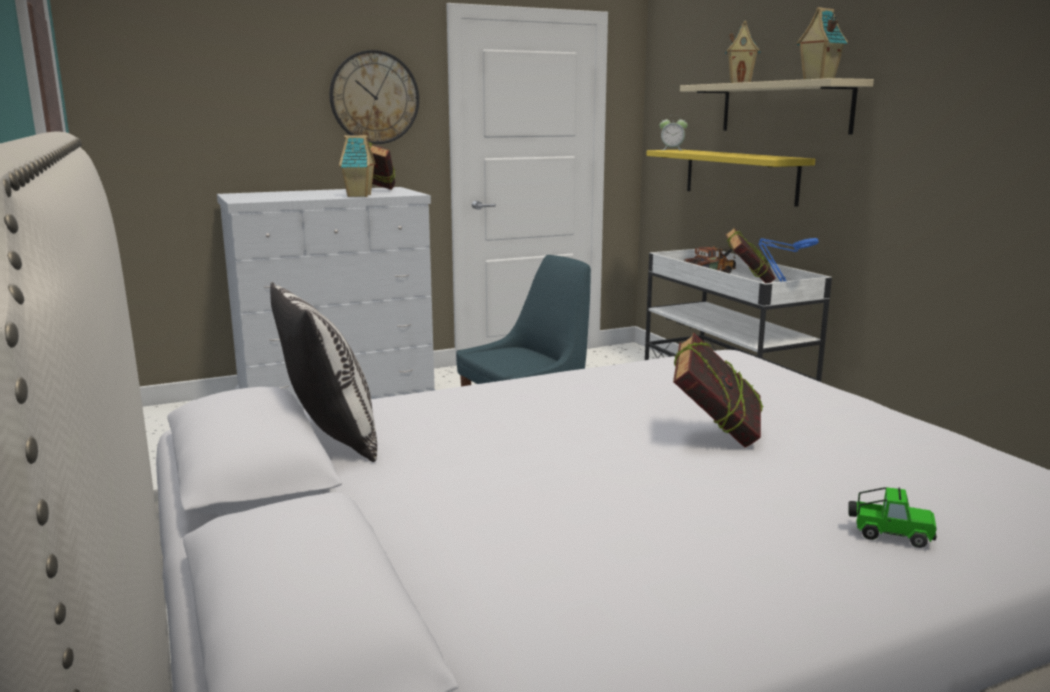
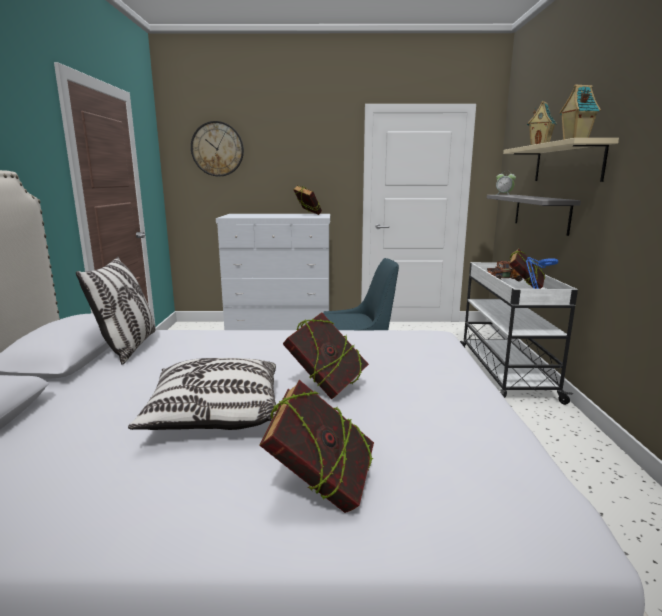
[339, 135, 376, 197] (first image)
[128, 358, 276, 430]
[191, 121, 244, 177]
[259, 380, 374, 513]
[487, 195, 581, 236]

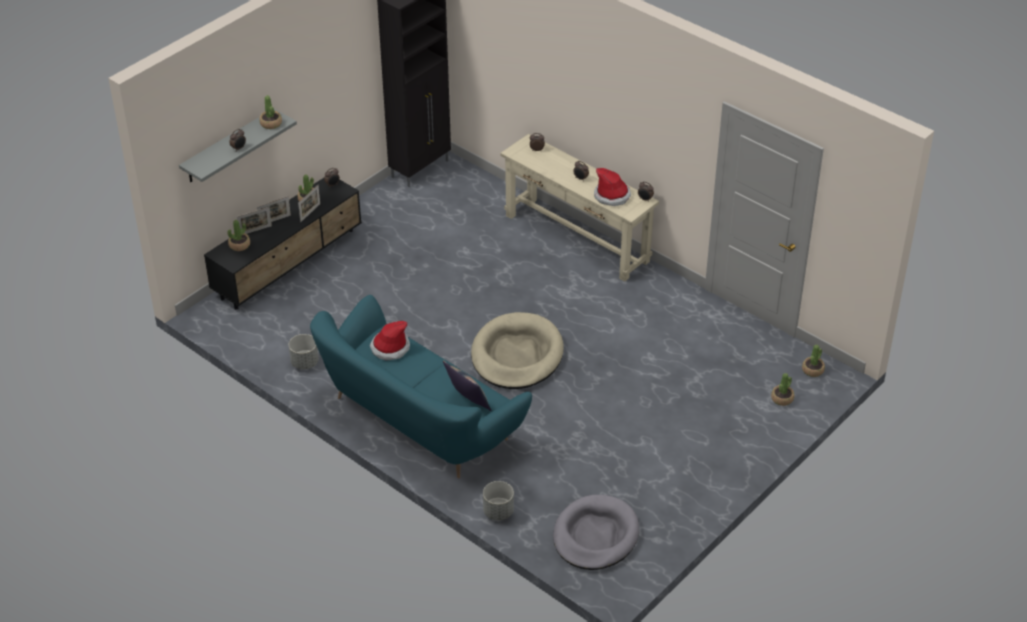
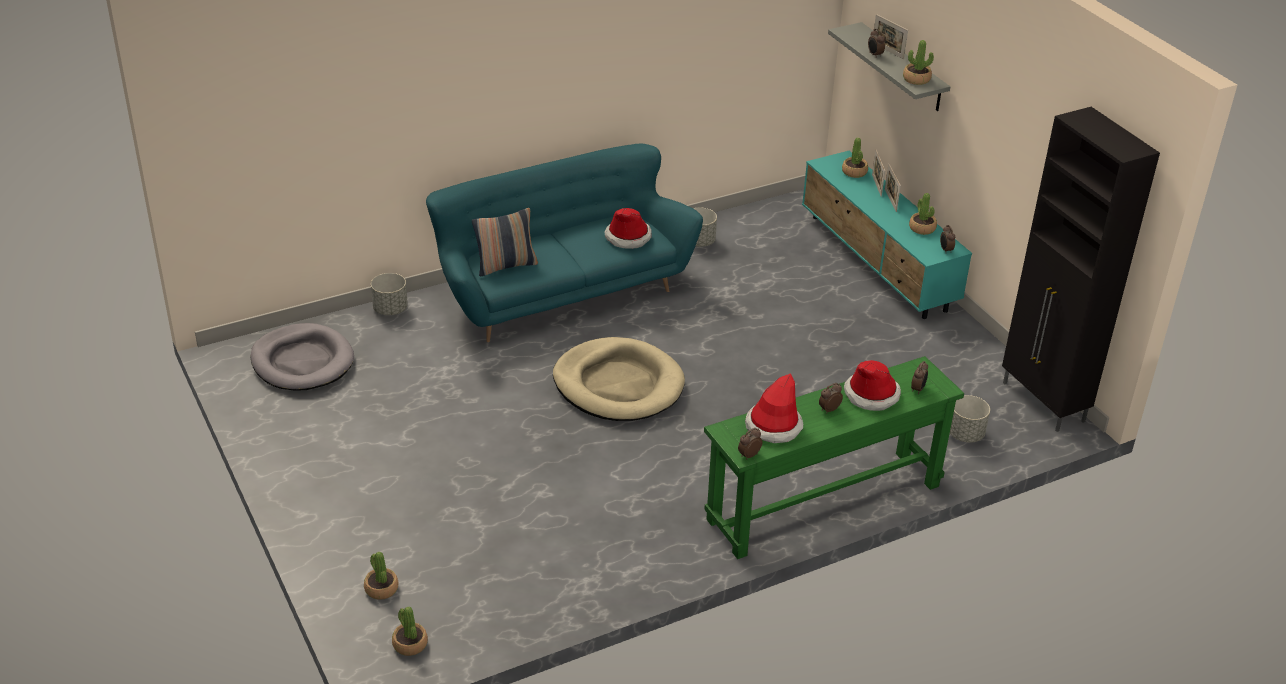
[844, 360, 901, 411]
[950, 395, 990, 443]
[874, 14, 908, 59]
[802, 151, 972, 319]
[704, 356, 964, 559]

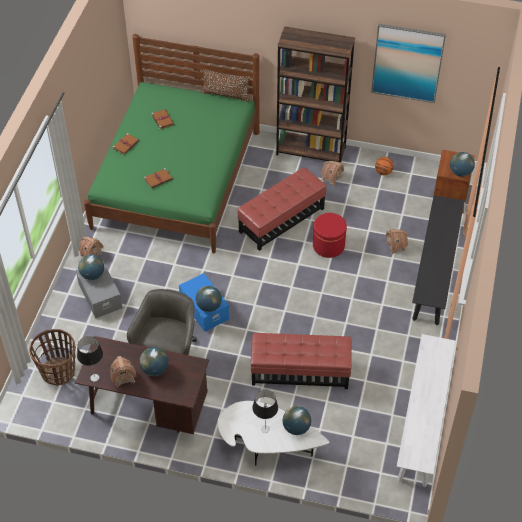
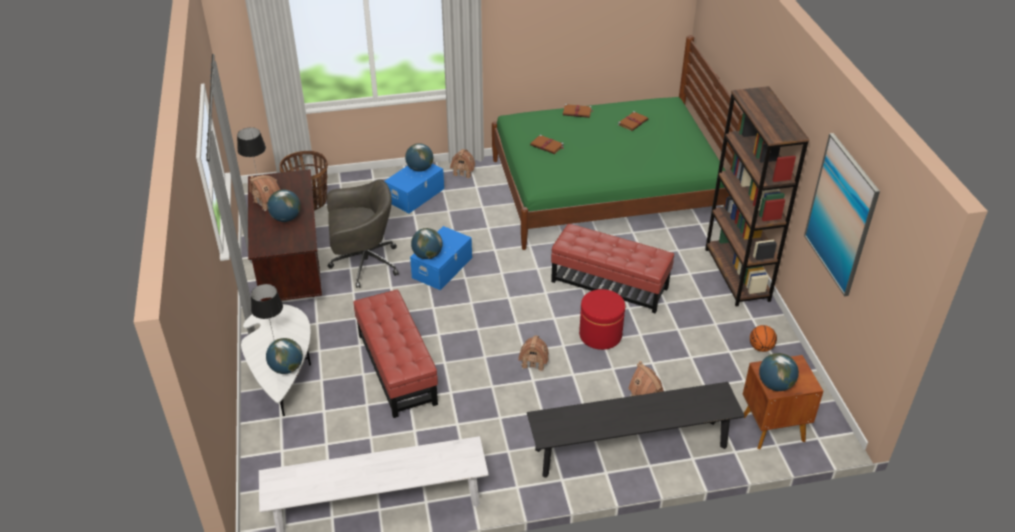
[202, 69, 250, 102] (first image)
[518, 335, 549, 372]
[384, 163, 444, 213]

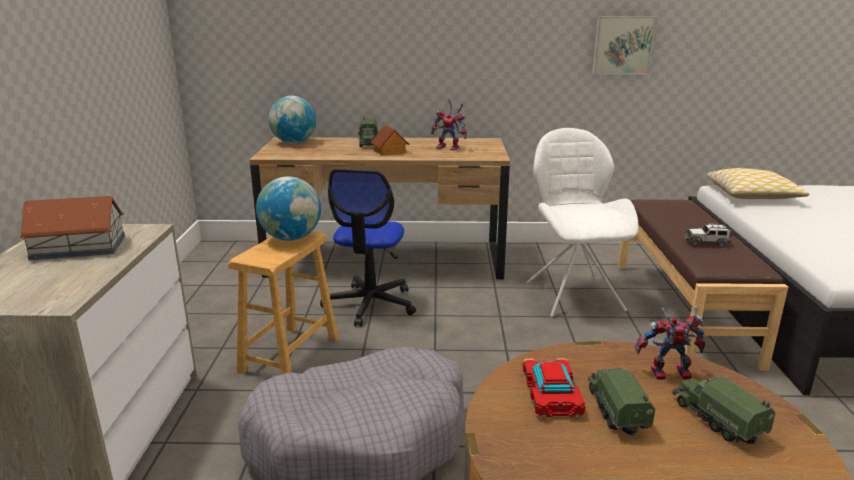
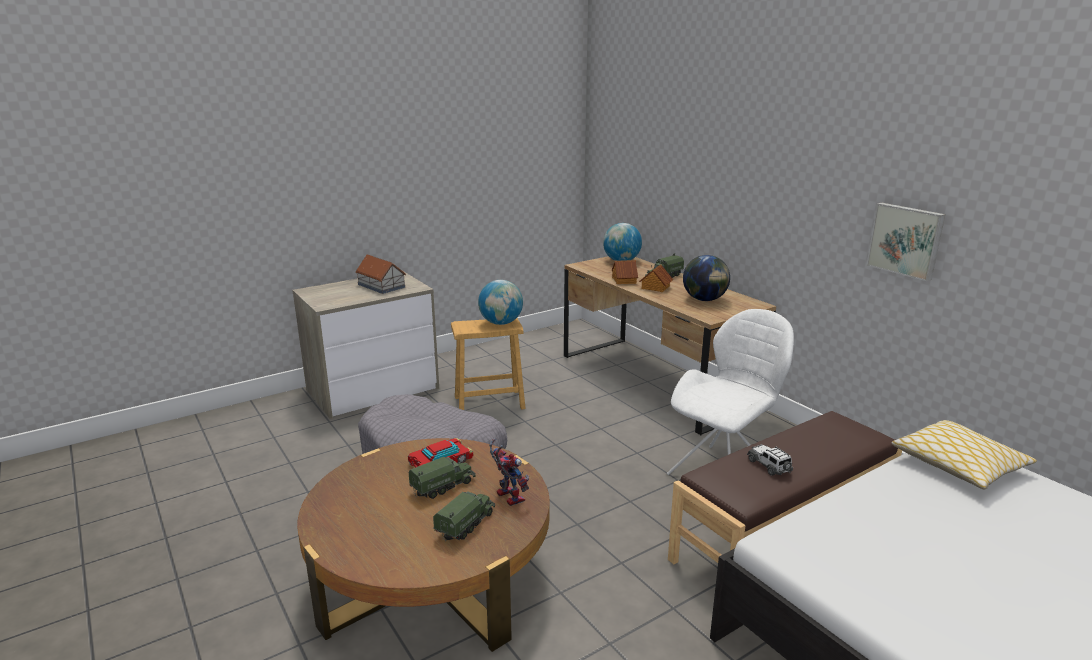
[320, 169, 416, 327] (first image)
[612, 260, 638, 284]
[683, 255, 730, 301]

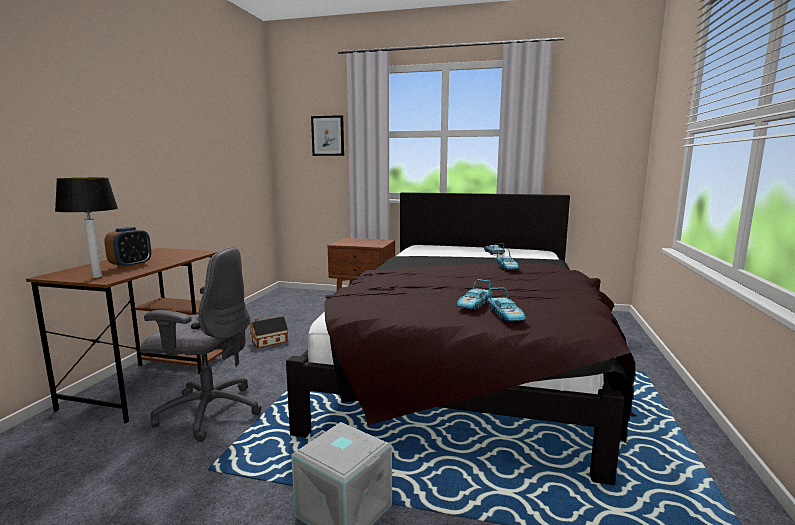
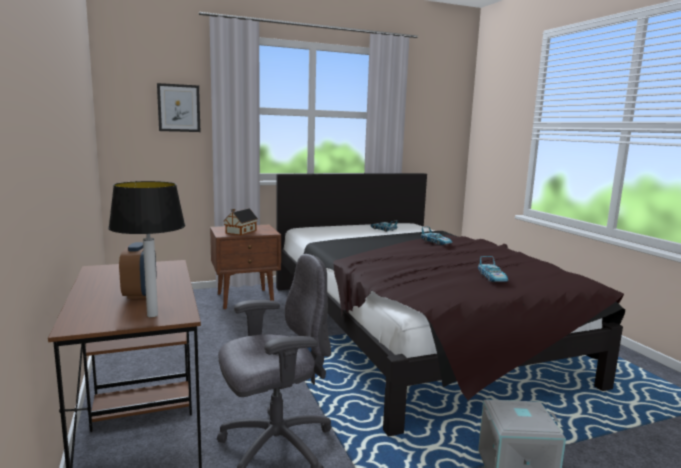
[487, 287, 526, 322] (first image)
[223, 208, 258, 235]

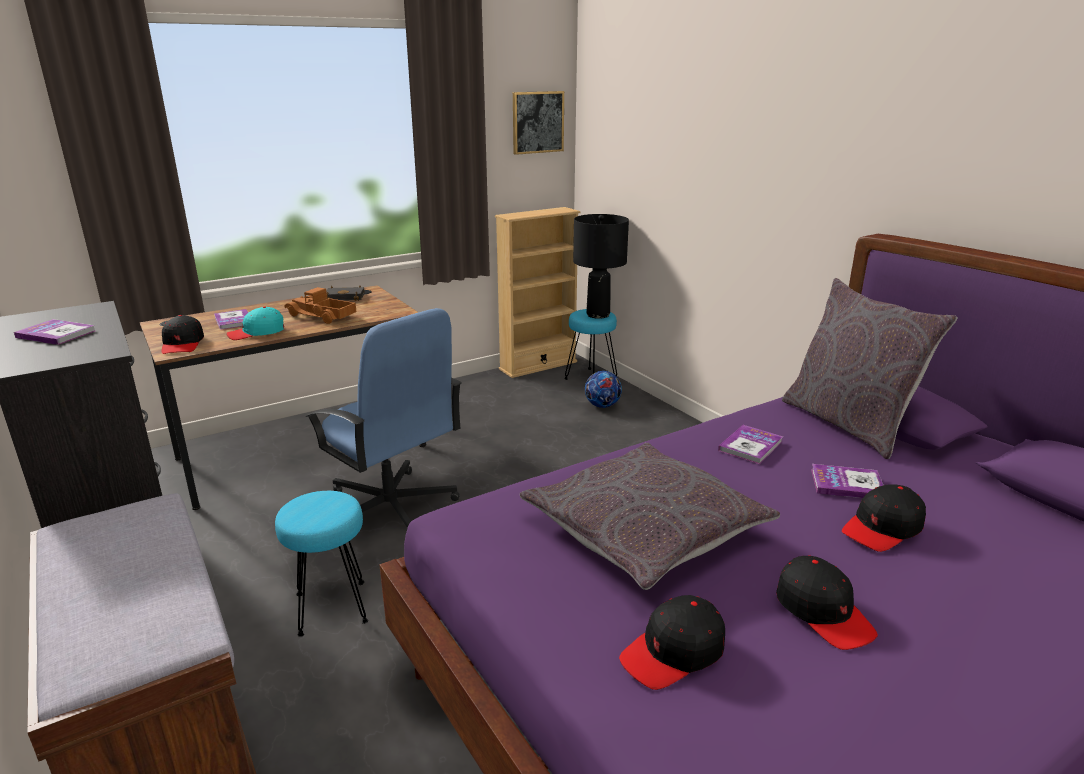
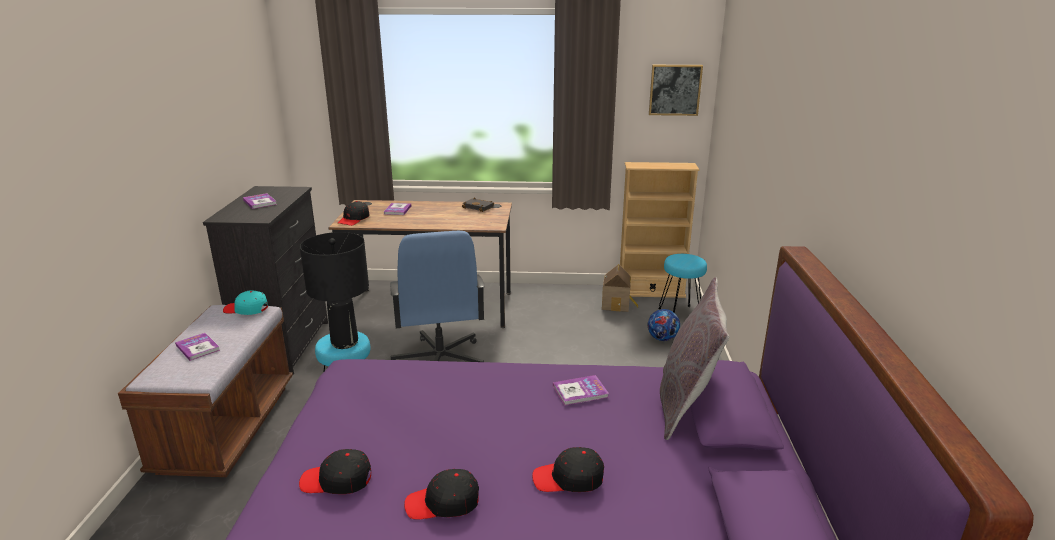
[285, 287, 356, 324] (first image)
[520, 443, 780, 590] (first image)
[602, 264, 638, 312]
[223, 290, 268, 315]
[300, 232, 369, 349]
[175, 333, 220, 361]
[404, 469, 479, 520]

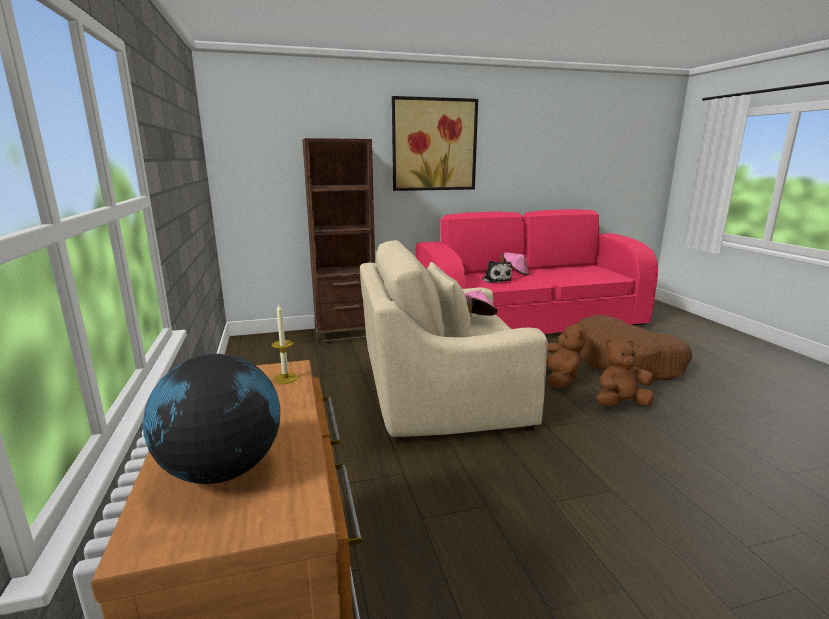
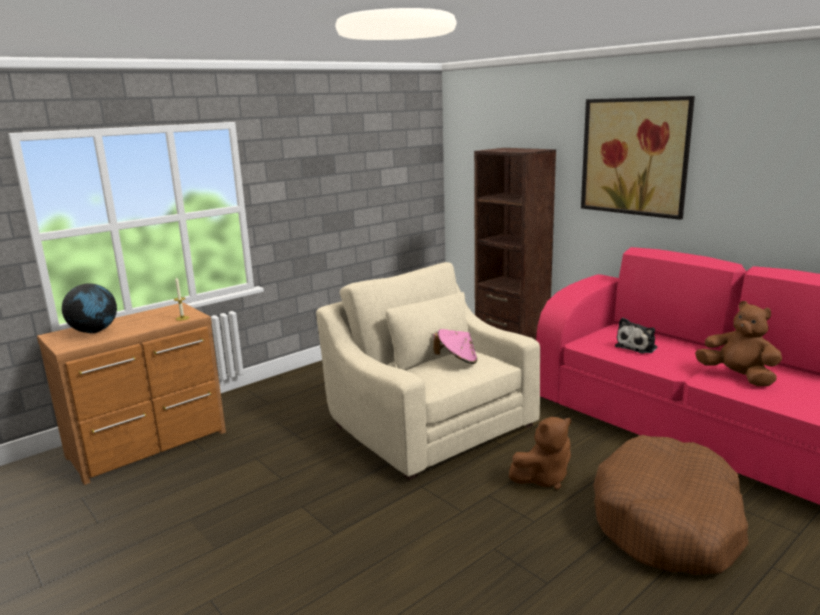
[500, 252, 529, 275] (first image)
[695, 301, 782, 386]

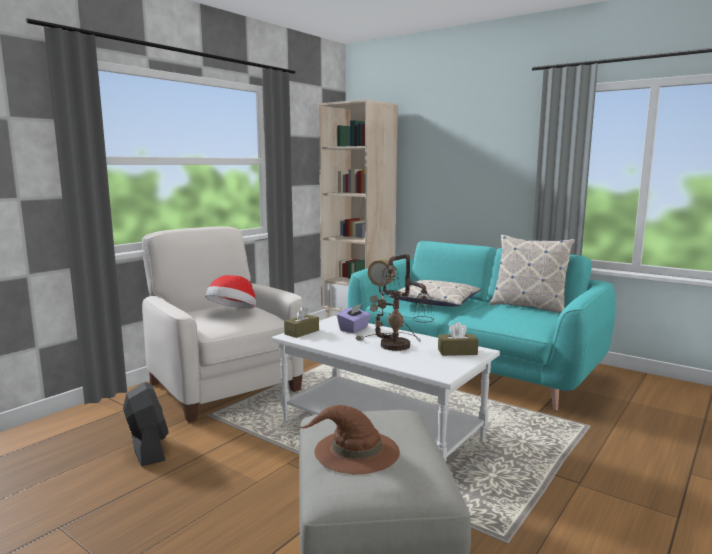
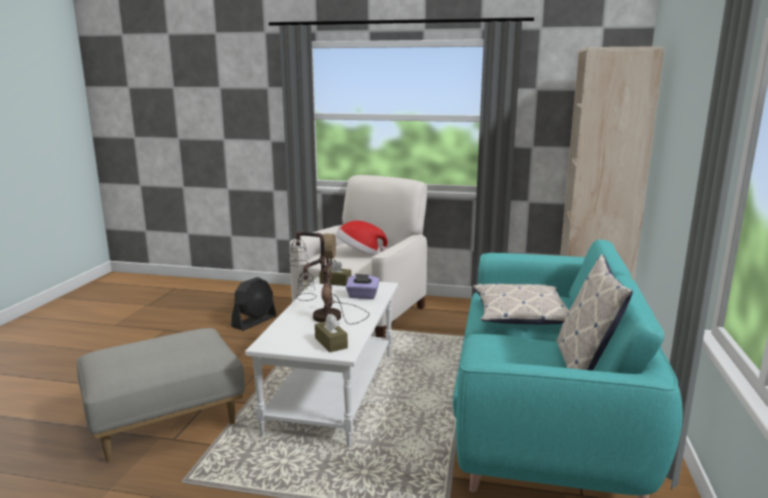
[299, 405, 400, 474] (first image)

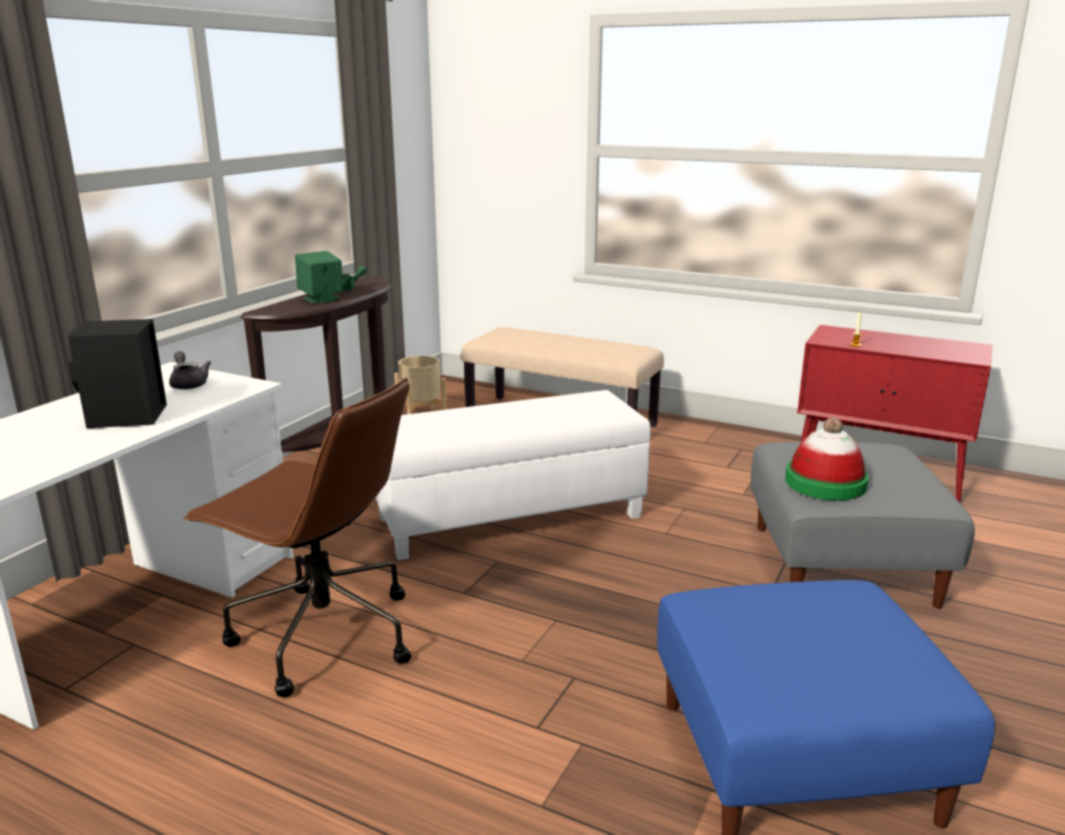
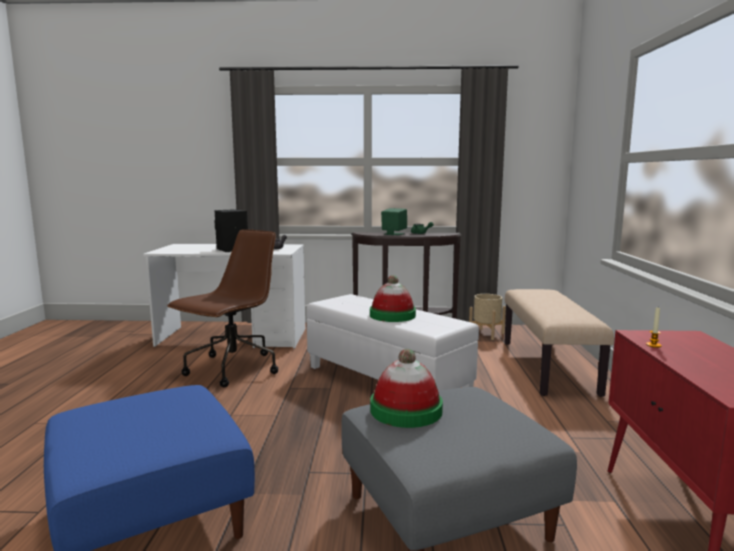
[370, 275, 416, 322]
[167, 229, 278, 388]

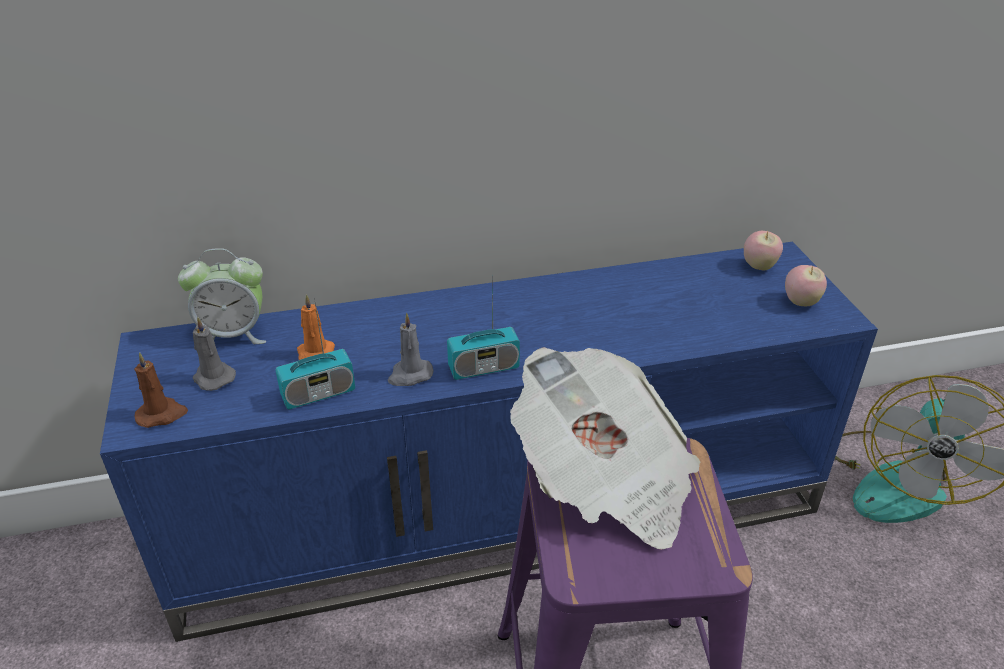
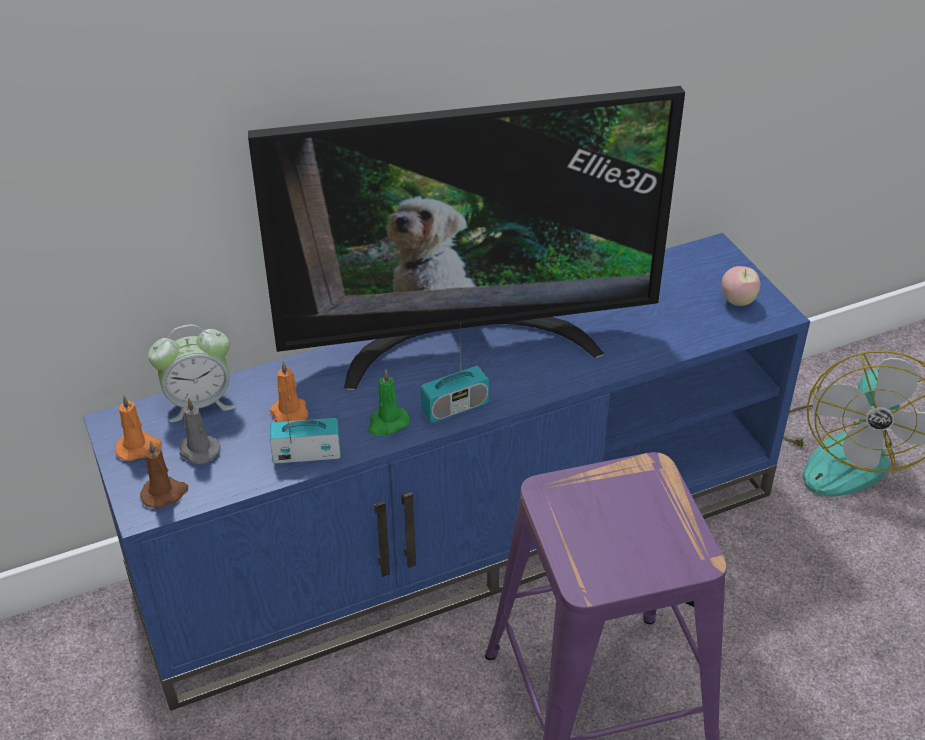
[510, 347, 700, 550] (first image)
[744, 231, 783, 270] (first image)
[115, 395, 162, 461]
[248, 86, 685, 390]
[368, 369, 409, 436]
[270, 392, 341, 463]

